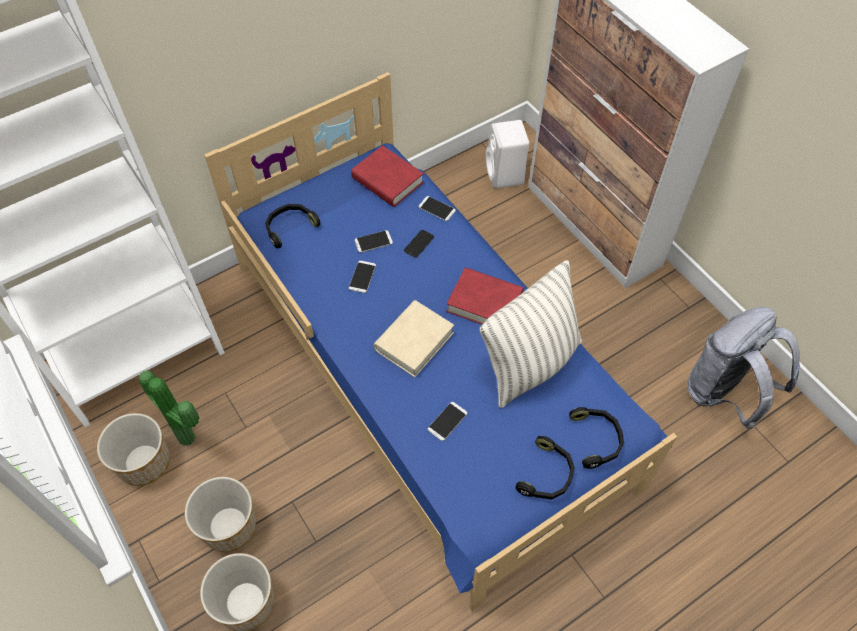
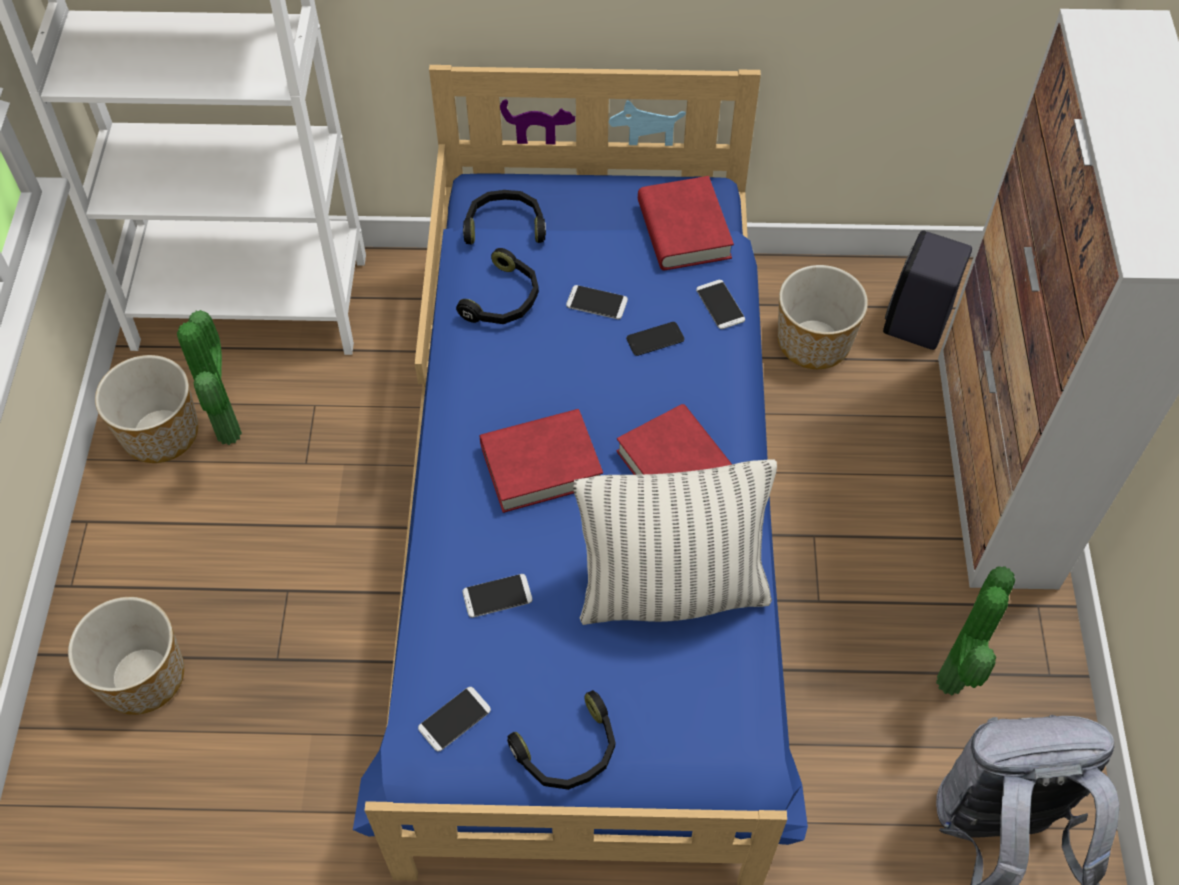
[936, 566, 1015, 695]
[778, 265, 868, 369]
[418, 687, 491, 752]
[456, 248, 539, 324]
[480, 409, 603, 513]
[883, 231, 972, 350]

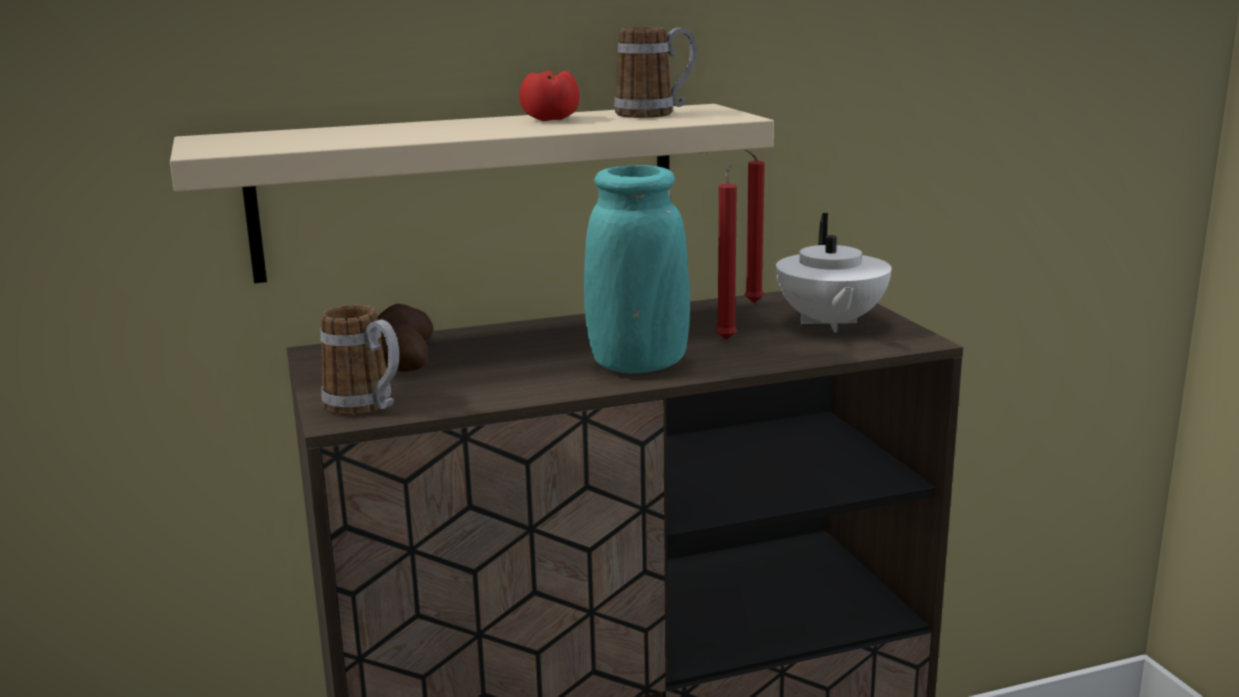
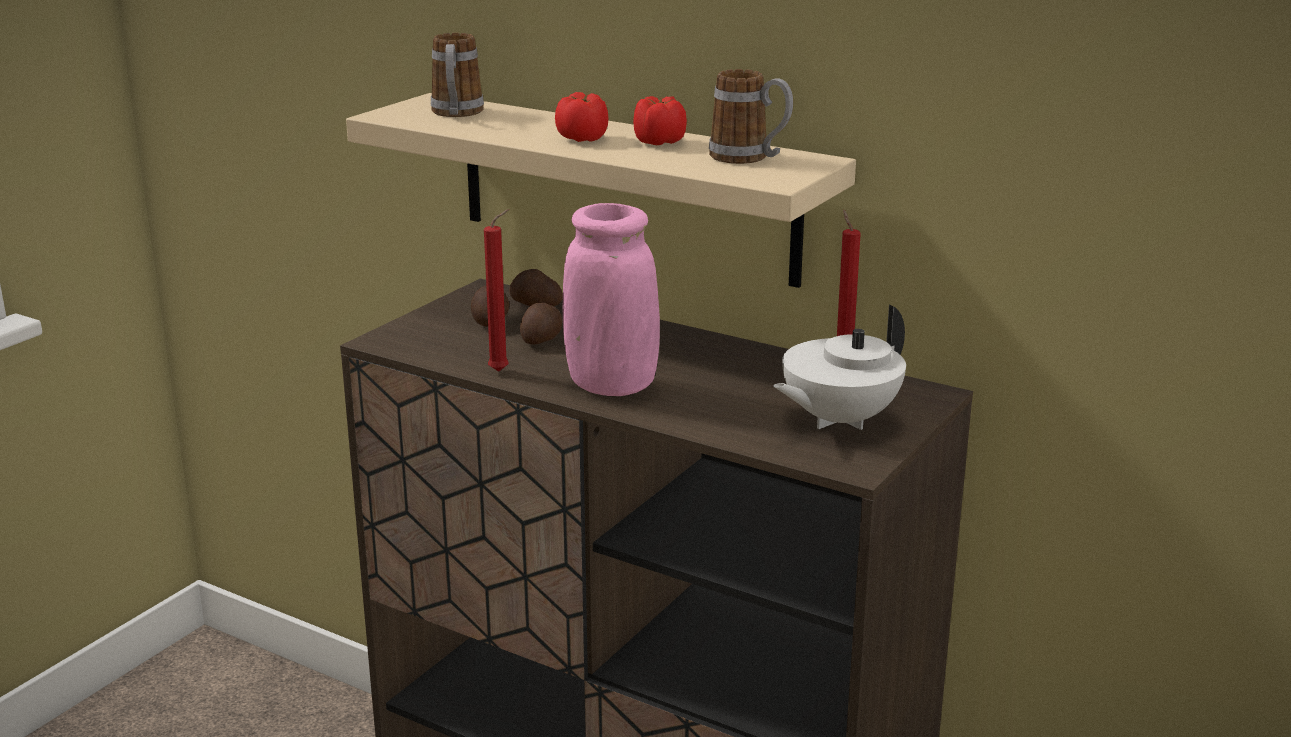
[520, 303, 562, 344]
[555, 92, 608, 142]
[431, 33, 484, 117]
[484, 209, 509, 372]
[563, 203, 660, 396]

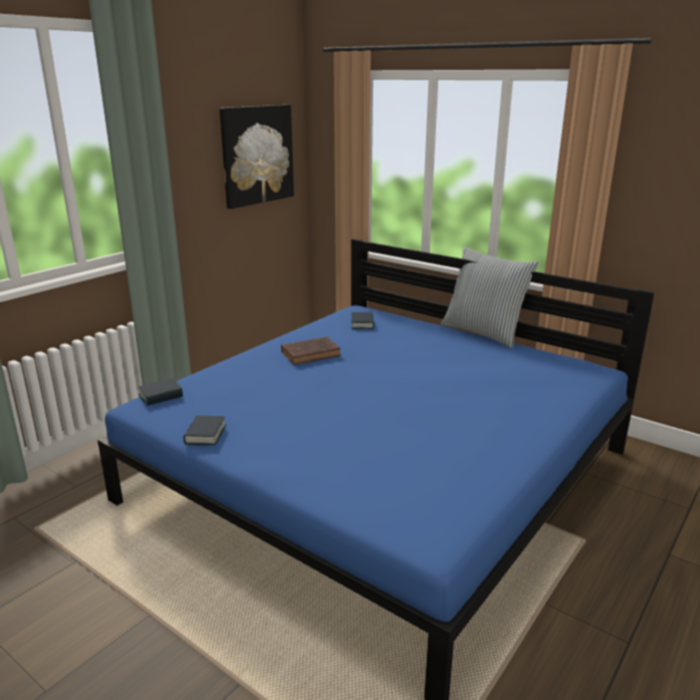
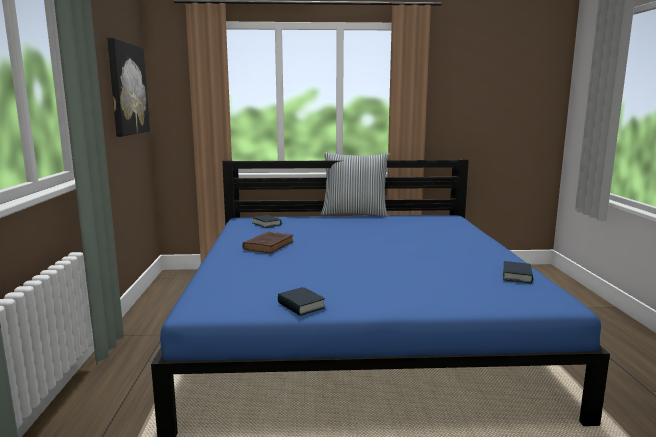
[503, 261, 533, 283]

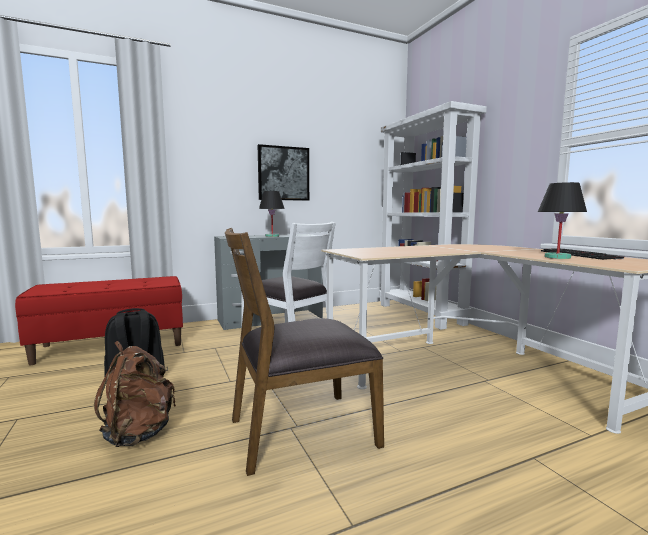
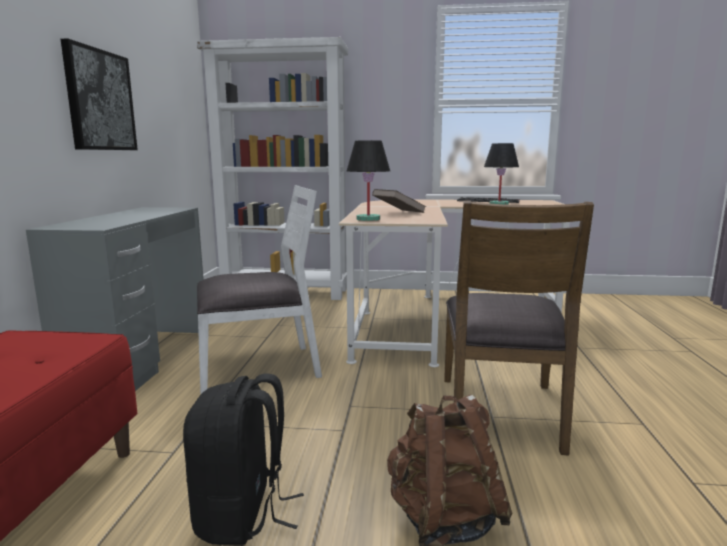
[372, 189, 426, 213]
[347, 140, 390, 221]

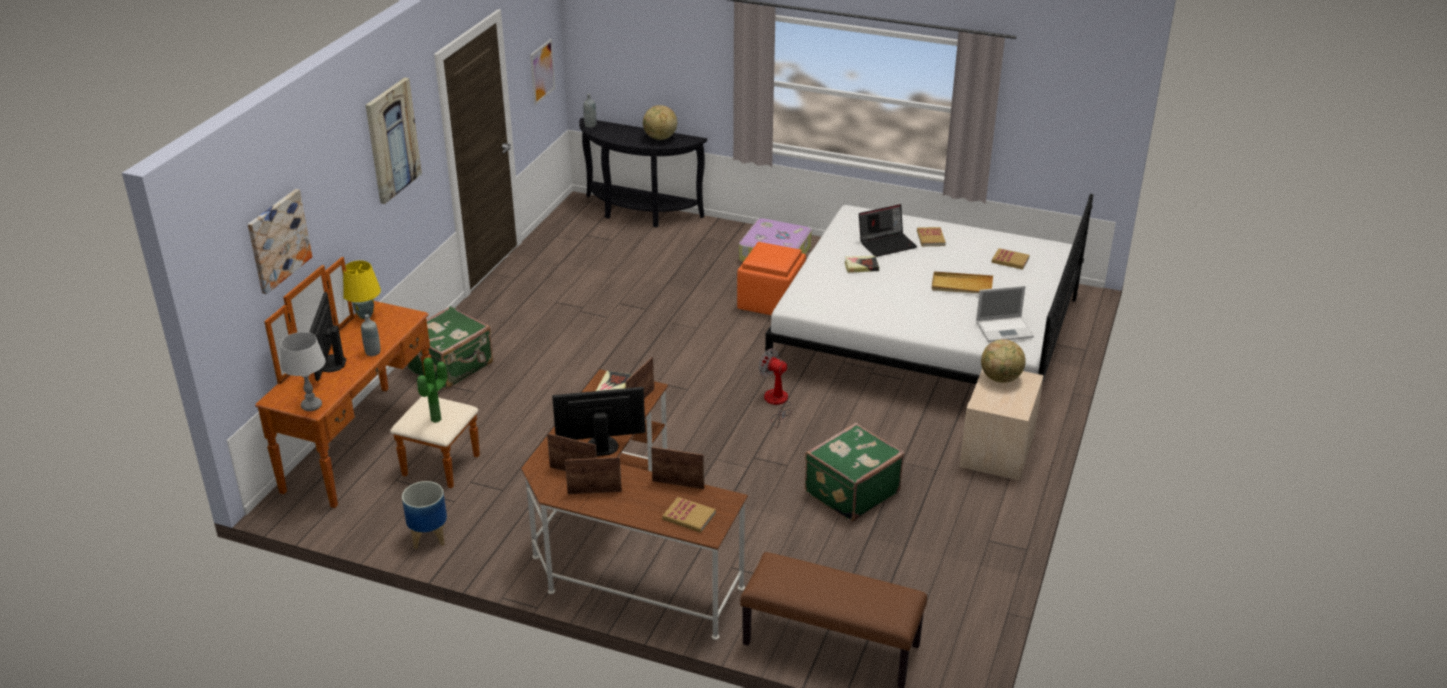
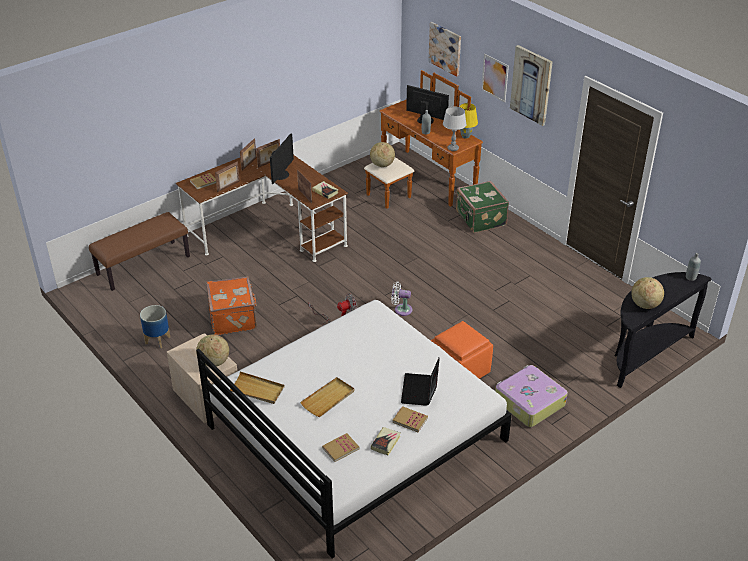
[391, 281, 412, 316]
[443, 107, 466, 151]
[140, 305, 170, 348]
[481, 54, 509, 102]
[371, 427, 401, 455]
[370, 142, 395, 167]
[230, 371, 285, 404]
[206, 276, 257, 335]

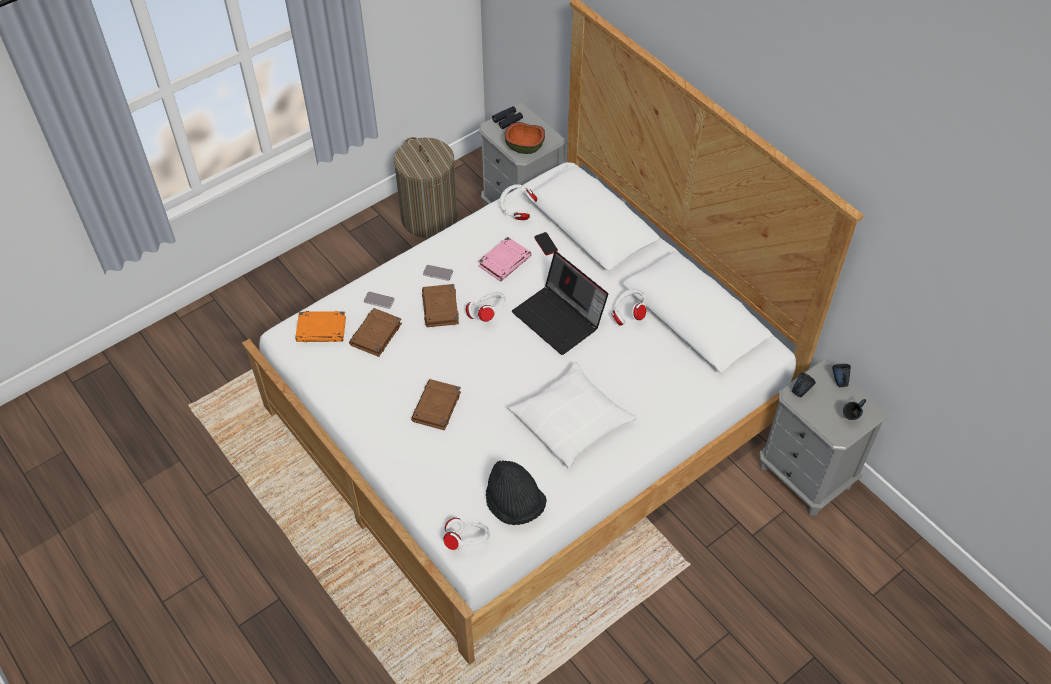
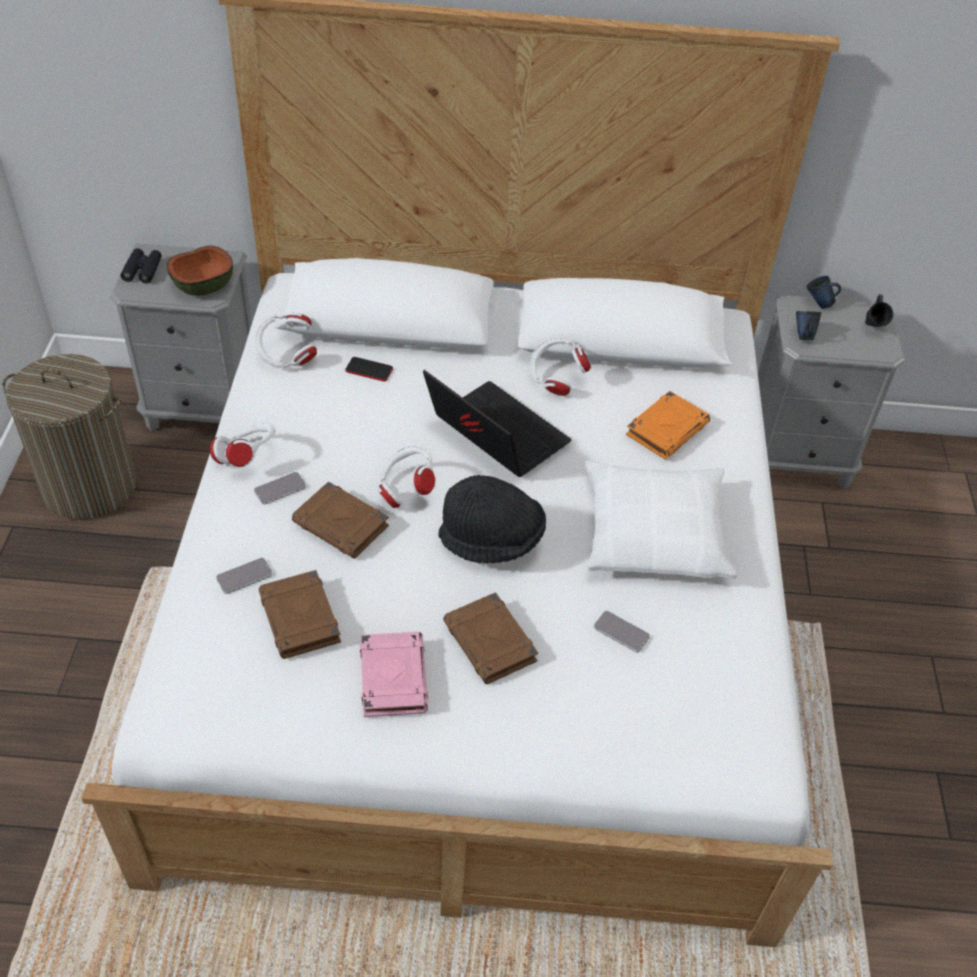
[594, 611, 650, 652]
[626, 391, 710, 459]
[210, 422, 276, 467]
[360, 632, 428, 717]
[439, 475, 546, 563]
[423, 370, 571, 477]

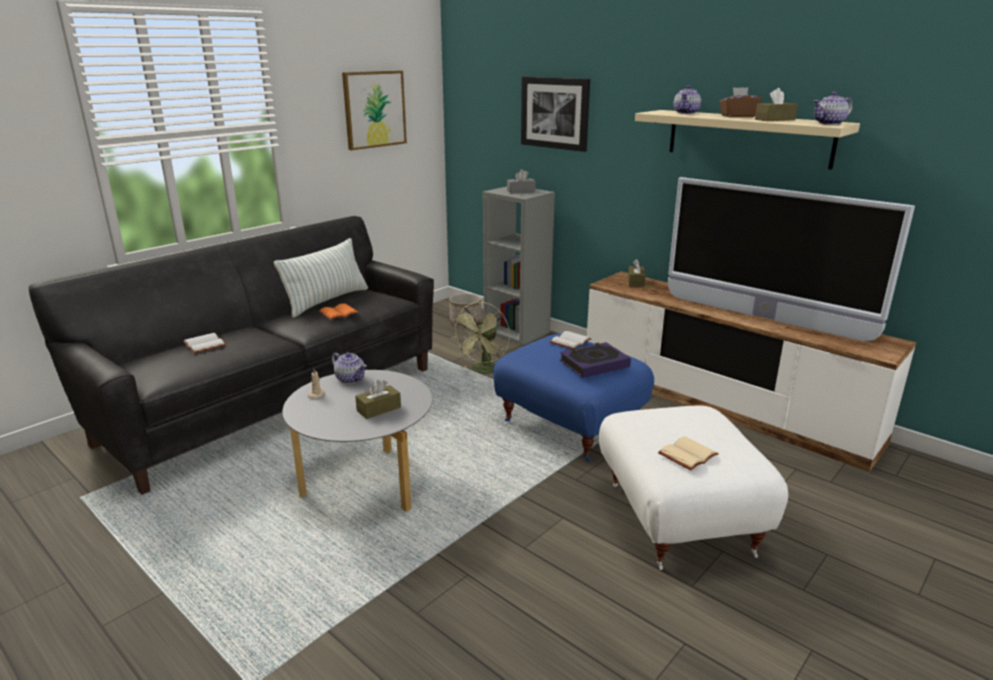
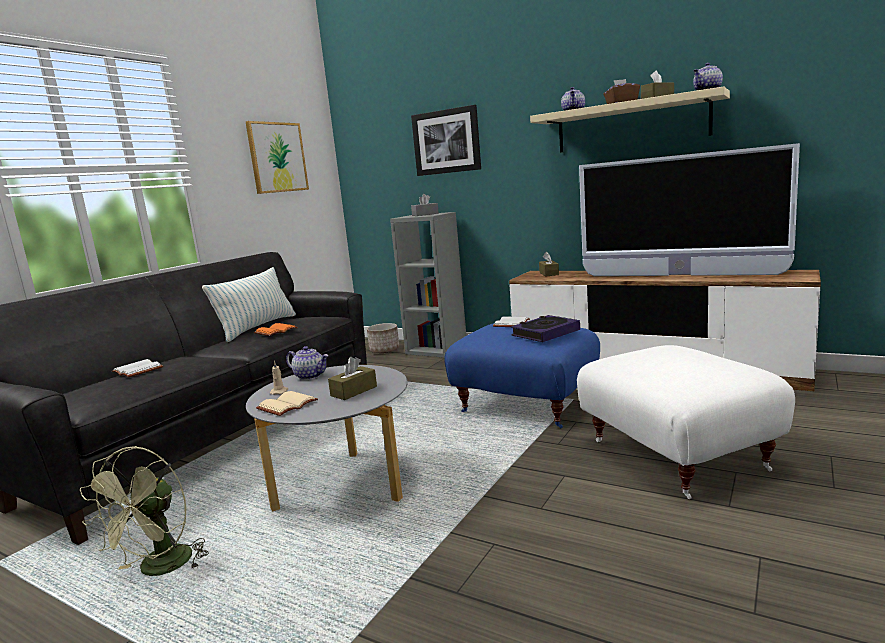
[80, 446, 209, 576]
[256, 391, 318, 416]

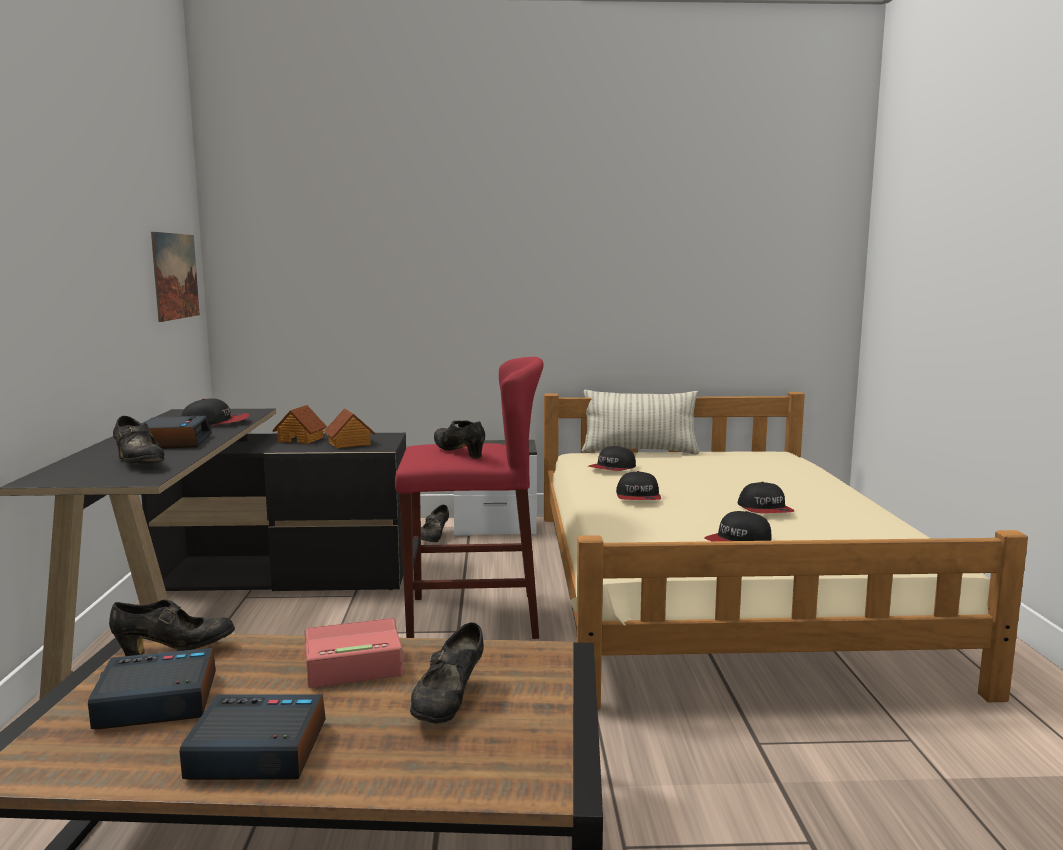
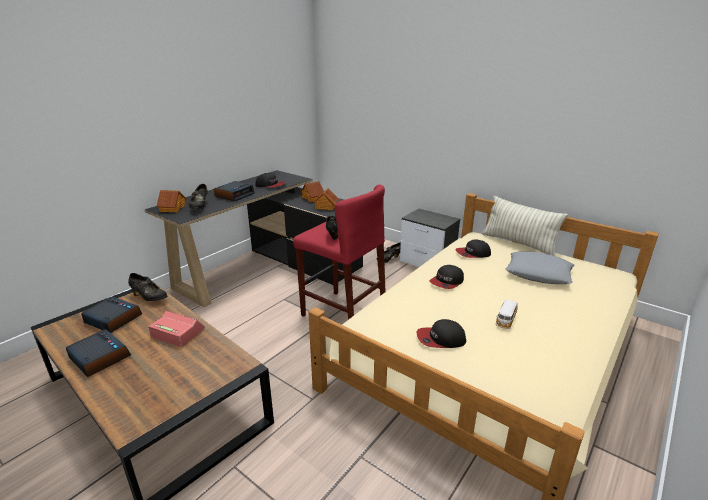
[151, 232, 200, 322] (first image)
[410, 622, 484, 724] (first image)
[156, 190, 186, 213]
[505, 252, 575, 284]
[496, 299, 518, 329]

